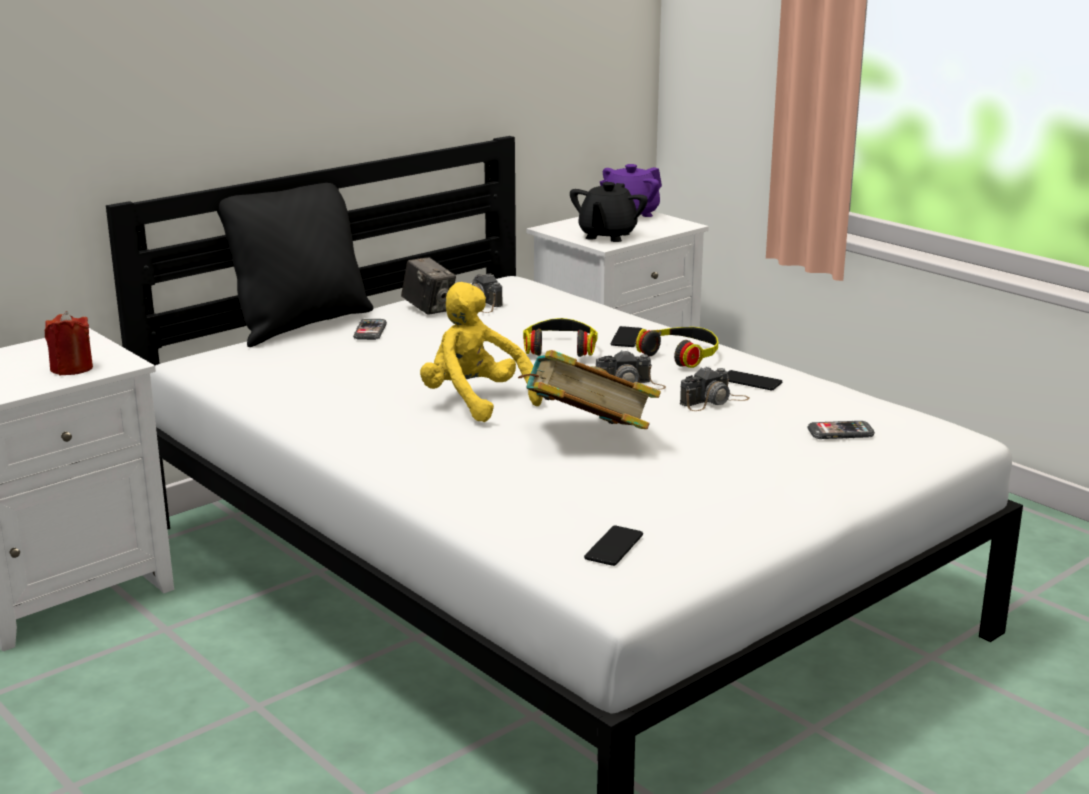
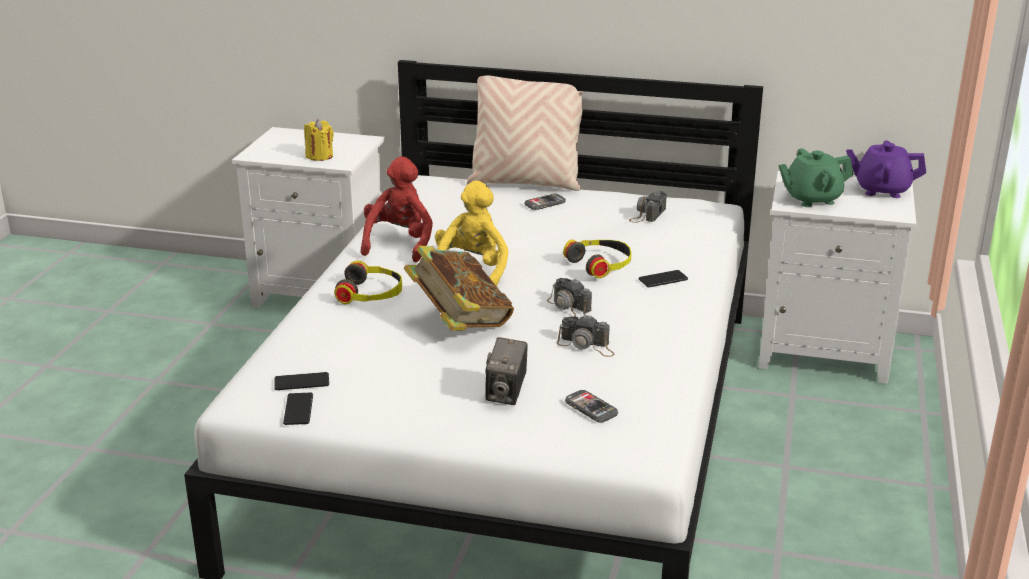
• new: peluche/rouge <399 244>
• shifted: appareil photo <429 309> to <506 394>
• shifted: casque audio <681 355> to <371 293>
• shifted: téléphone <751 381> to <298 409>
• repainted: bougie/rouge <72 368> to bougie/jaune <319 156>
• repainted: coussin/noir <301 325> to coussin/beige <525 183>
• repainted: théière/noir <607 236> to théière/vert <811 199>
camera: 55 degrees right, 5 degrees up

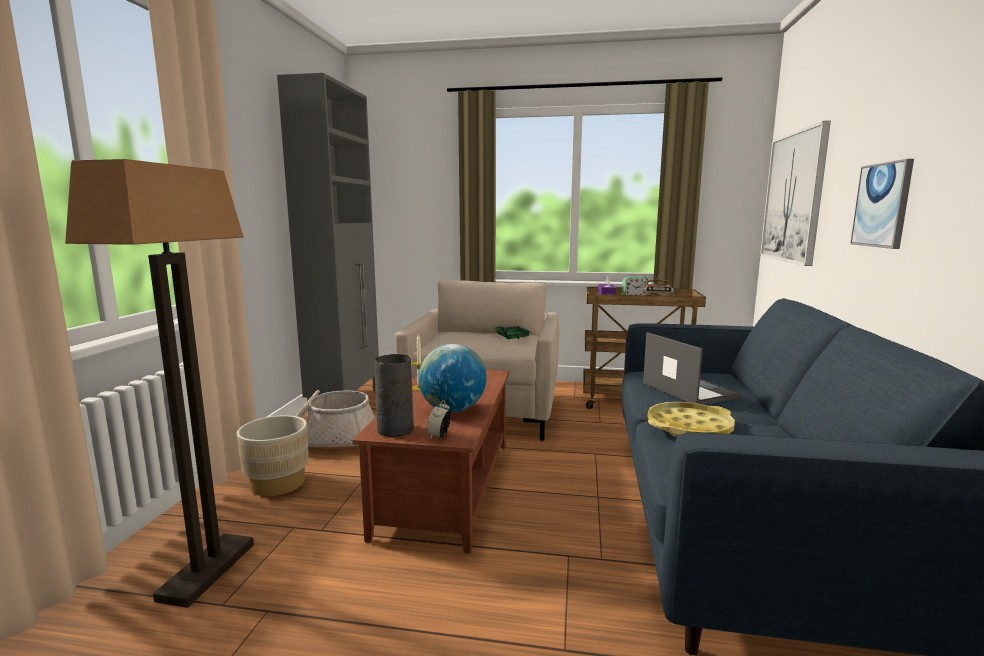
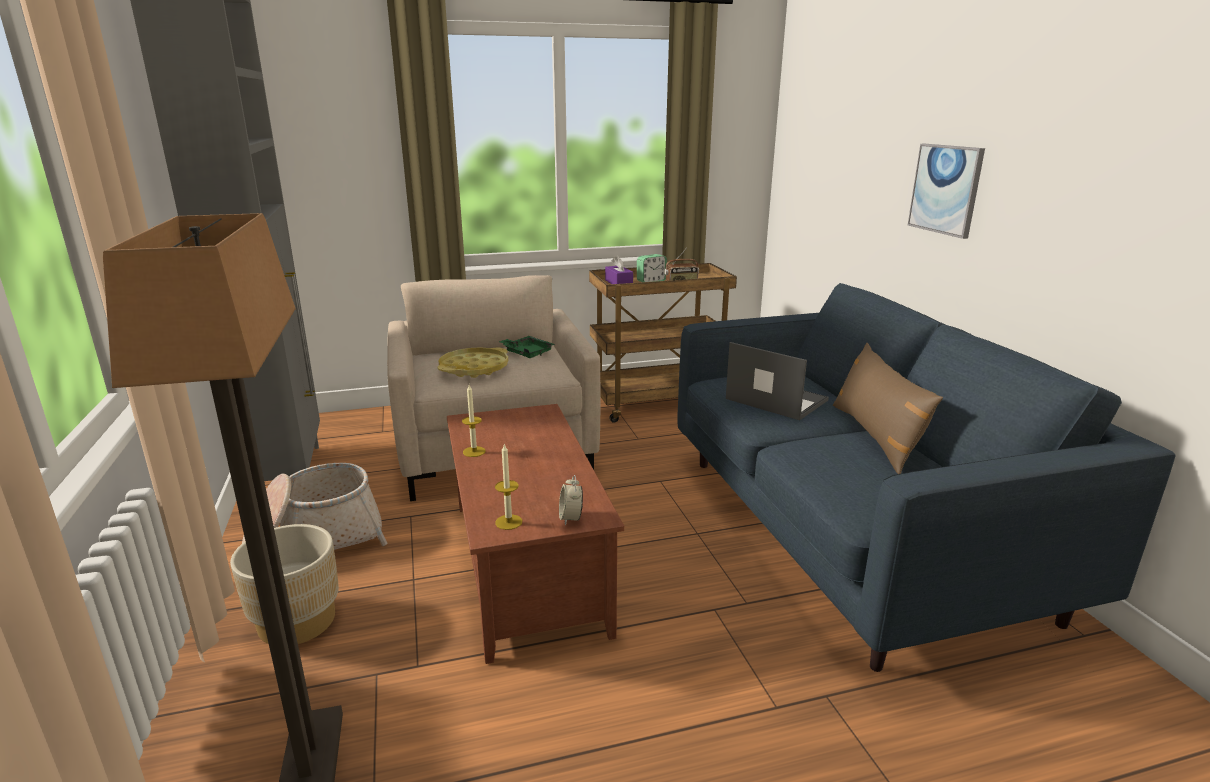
• gone: globe <452 409>
• gone: tableau <793 197>
• new: coussin/marron <876 436>
• shifted: plateau/jaune <689 427> to <474 368>
• swapped: vase/gris <394 429> to bougie <508 522>
camera: 25 degrees left, 10 degrees up

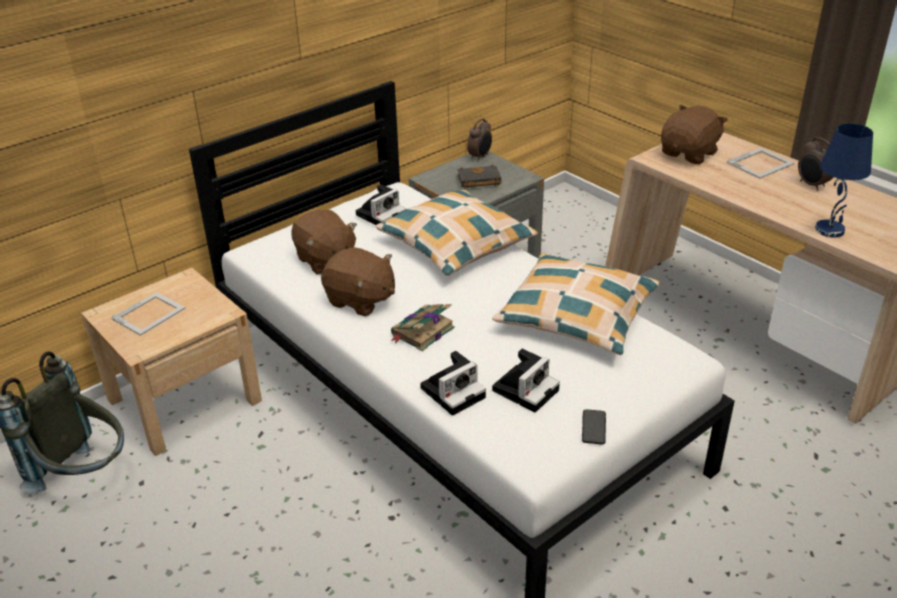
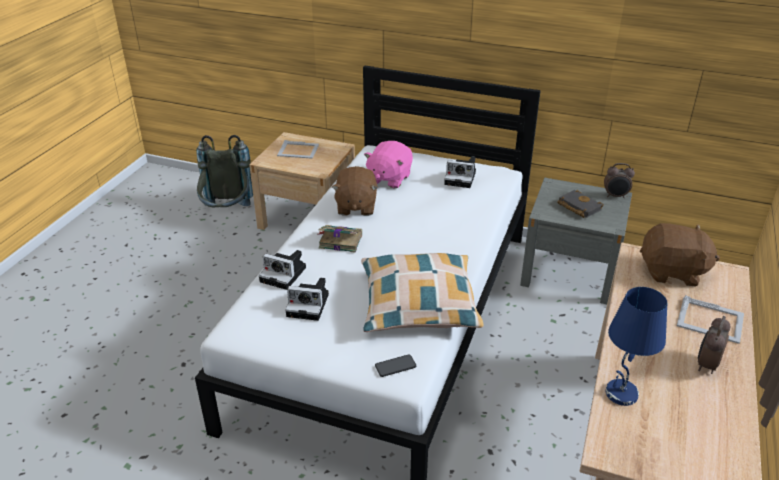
• gone: coussin <456 244>
• shifted: téléphone <593 427> to <395 366>
• repainted: peluche/marron <325 260> to peluche/rose <389 178>
camera: 60 degrees right, 0 degrees up

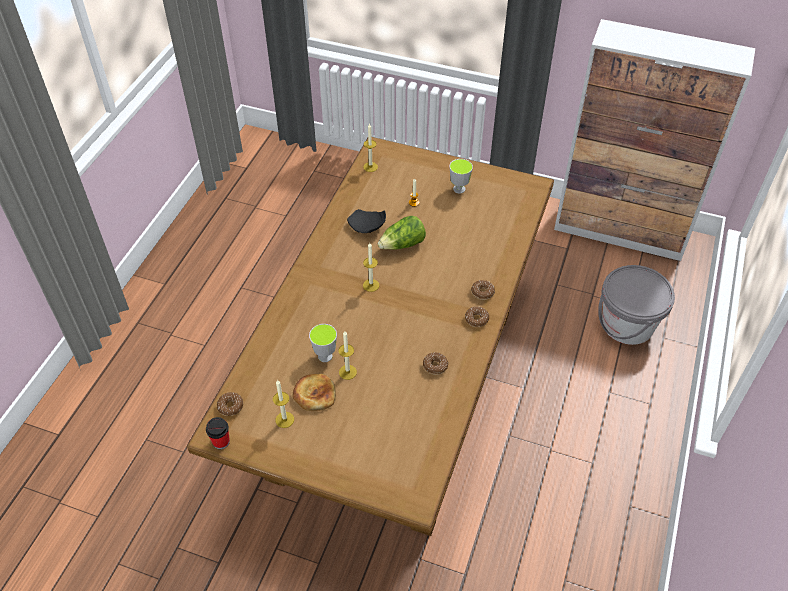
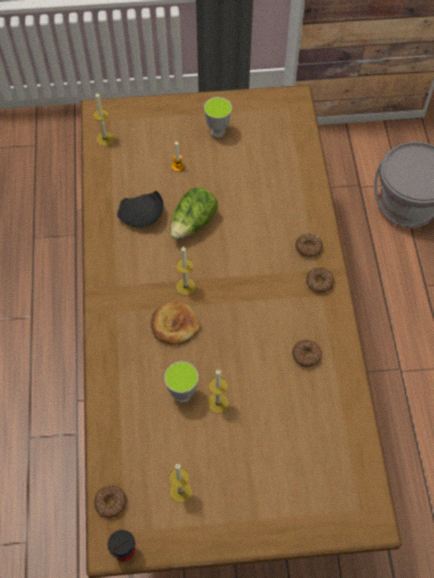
• shifted: pain <314 394> to <174 325>
camera: 25 degrees left, 10 degrees up

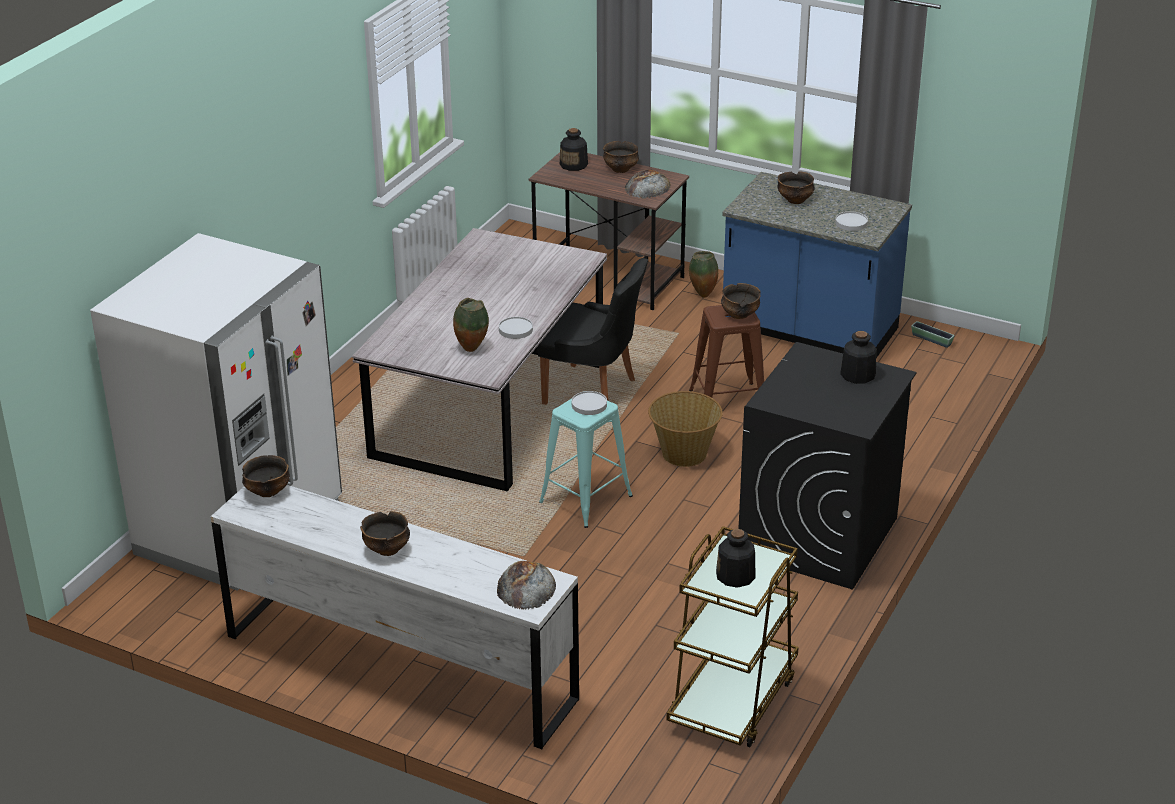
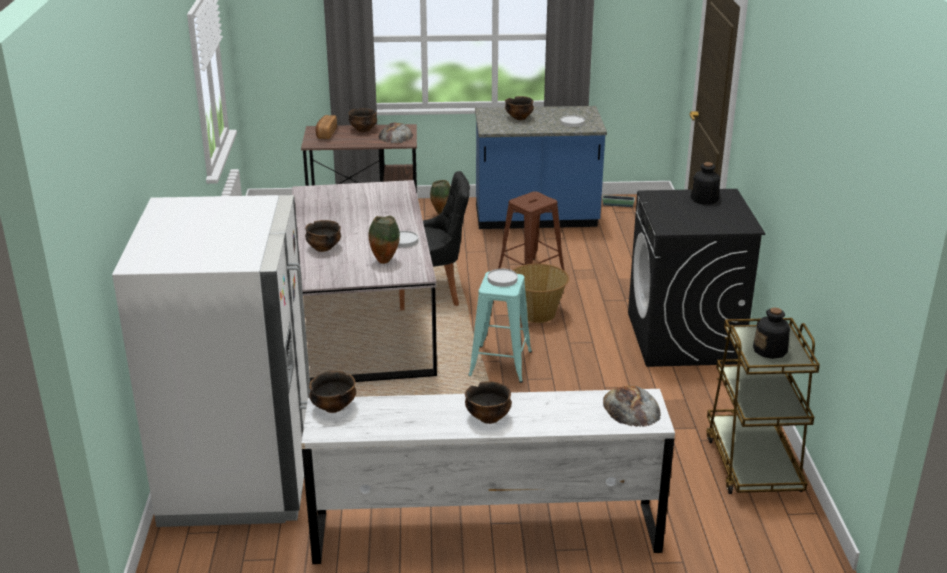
• shifted: bol <739 315> to <323 248>
• swapped: bouteille <574 165> to pain <326 134>
camera: 30 degrees left, 5 degrees down

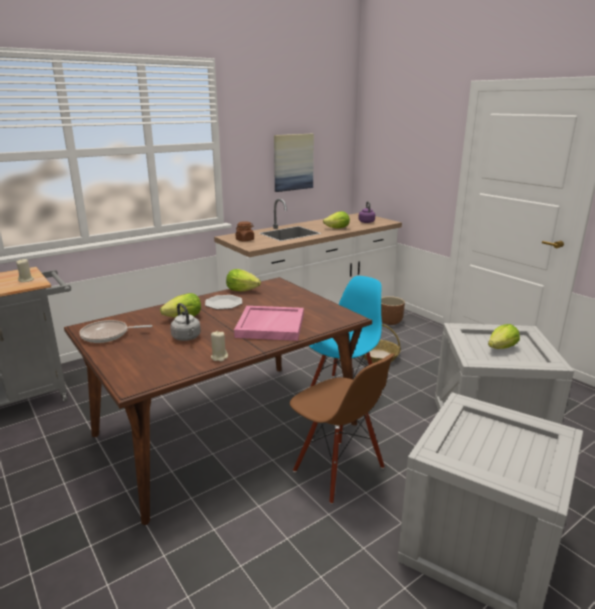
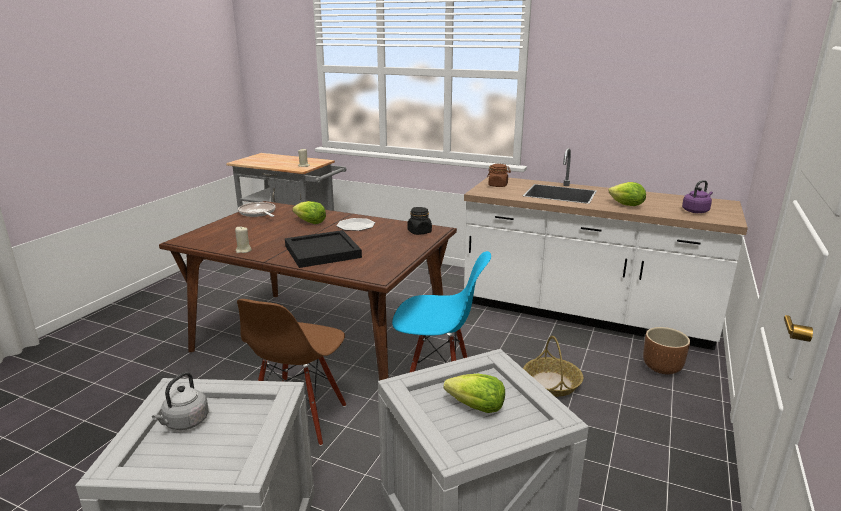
• gone: laitue <242 290>
• gone: tableau <293 162>
• new: bocal/noir <419 232>
• shifted: bouilloire/gris <187 338> to <185 423>
• repainted: plateau/rose <270 325> to plateau/noir <323 251>
camera: 60 degrees right, 0 degrees up

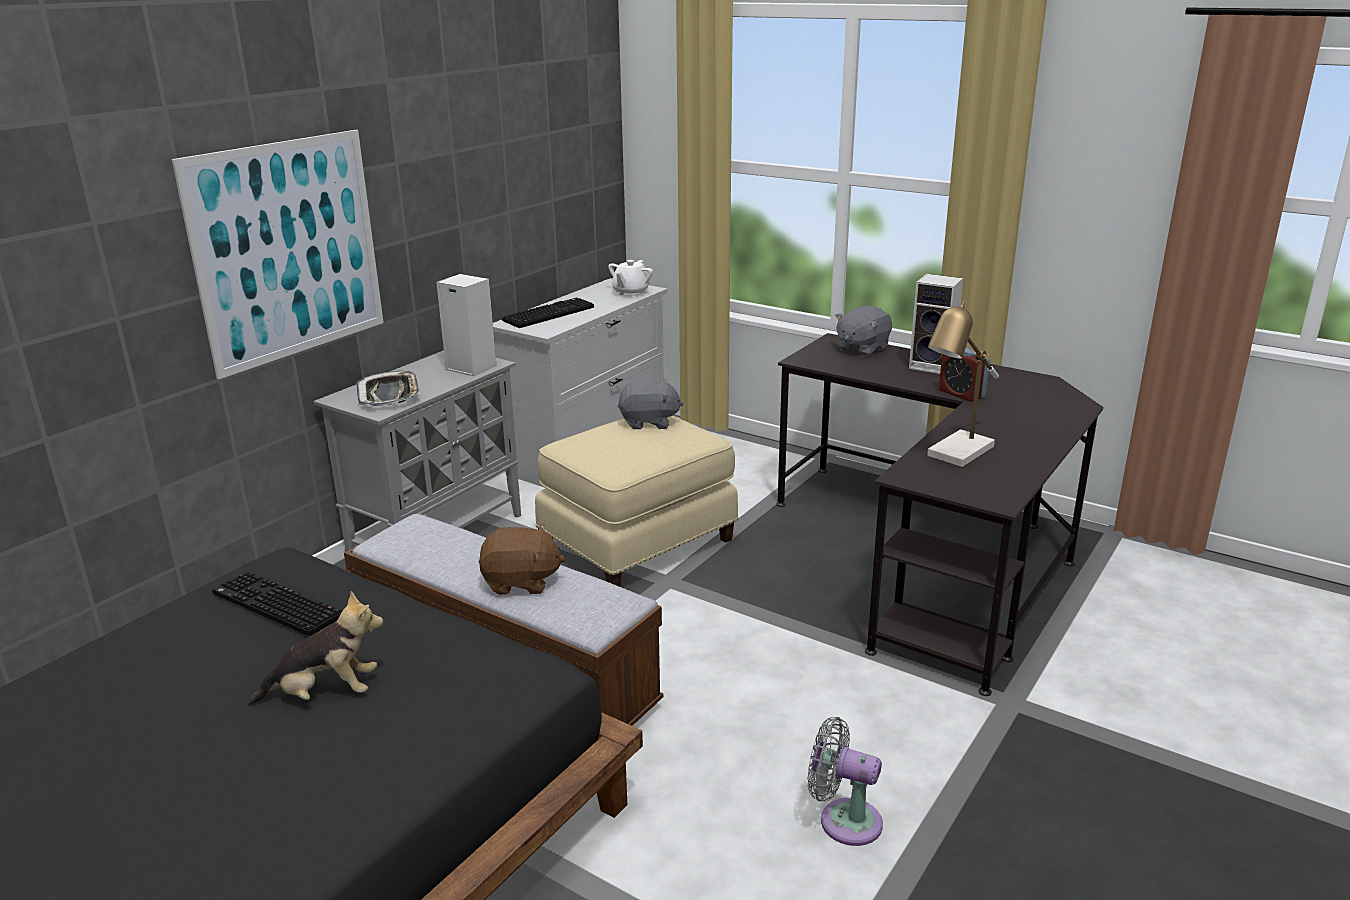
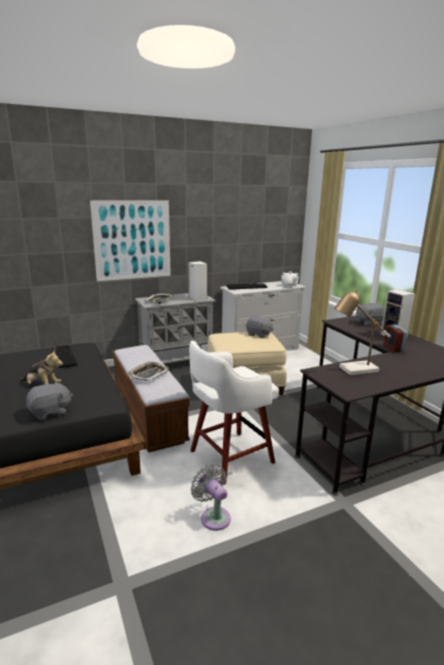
• new: peluche/gris <50 412>
• new: tabouret/blanc <229 457>
• swapped: peluche/marron <521 582> to plateau <148 374>
camera: 30 degrees right, 5 degrees down

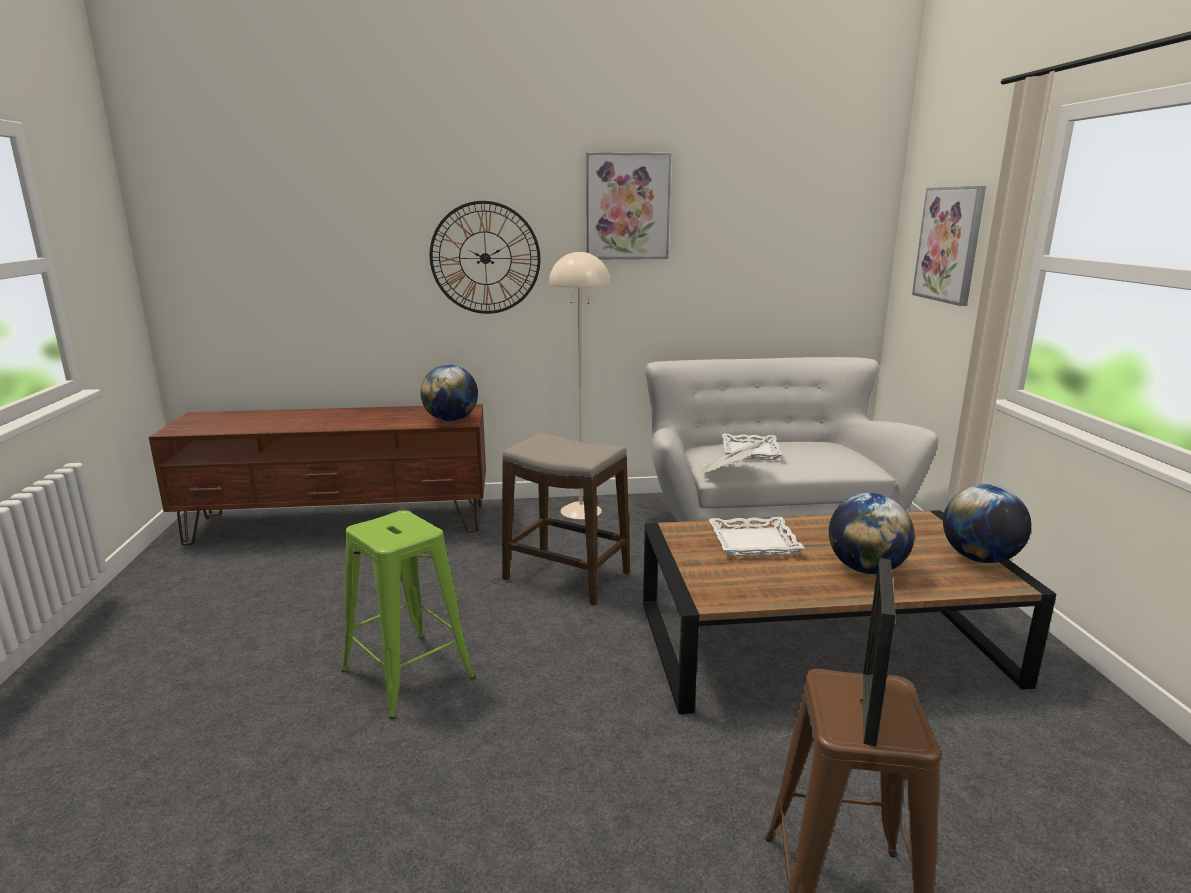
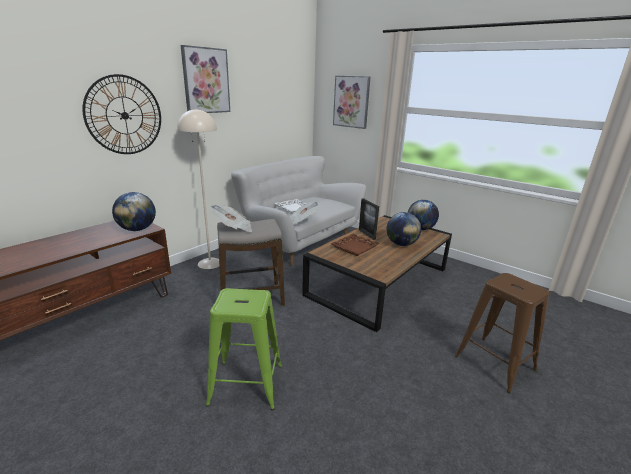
• new: journal <233 228>
• shifted: cadre photo <869 708> to <367 234>
• repainted: plateau/blanc <753 543> to plateau/marron <355 247>
camera: 45 degrees left, 5 degrees up

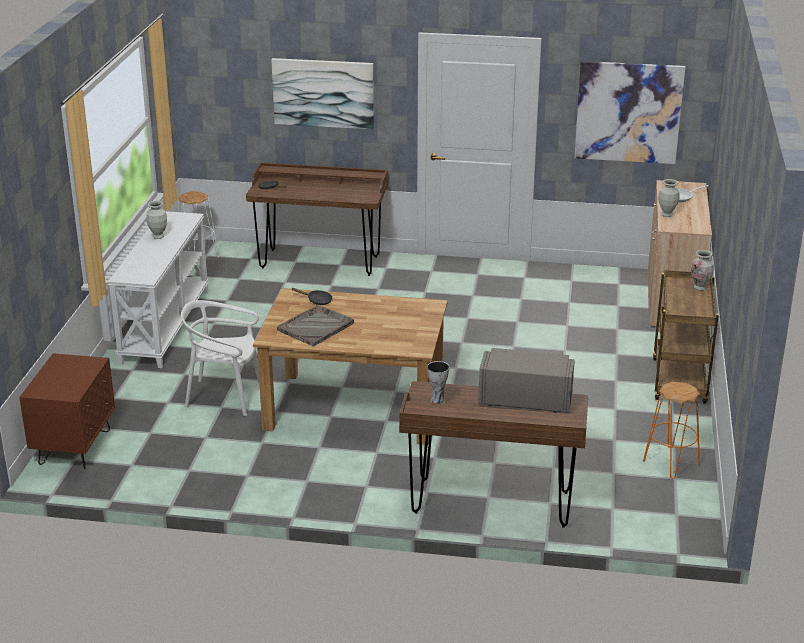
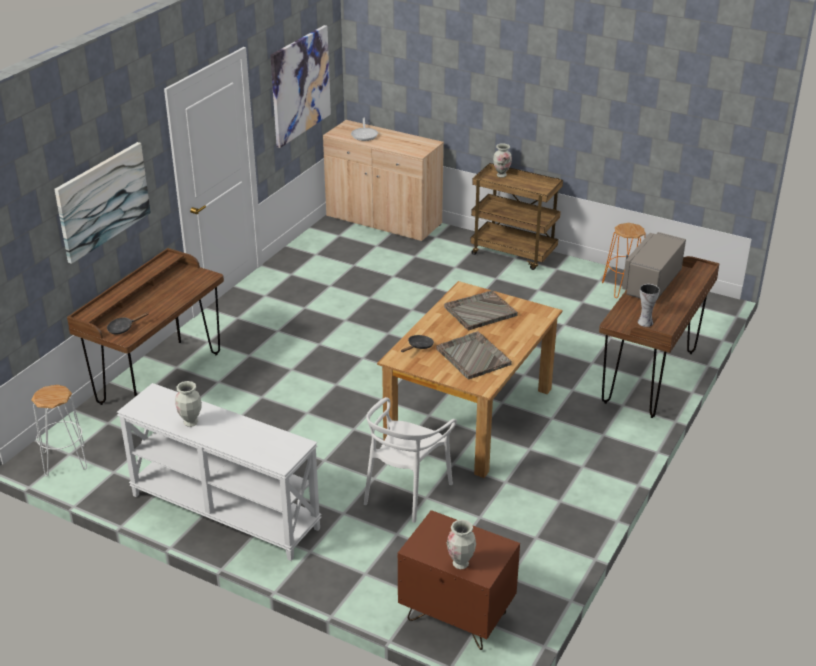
• new: plateau/gris <479 311>
• shifted: vase <667 215> to <460 564>
camera: 70 degrees left, 5 degrees up

